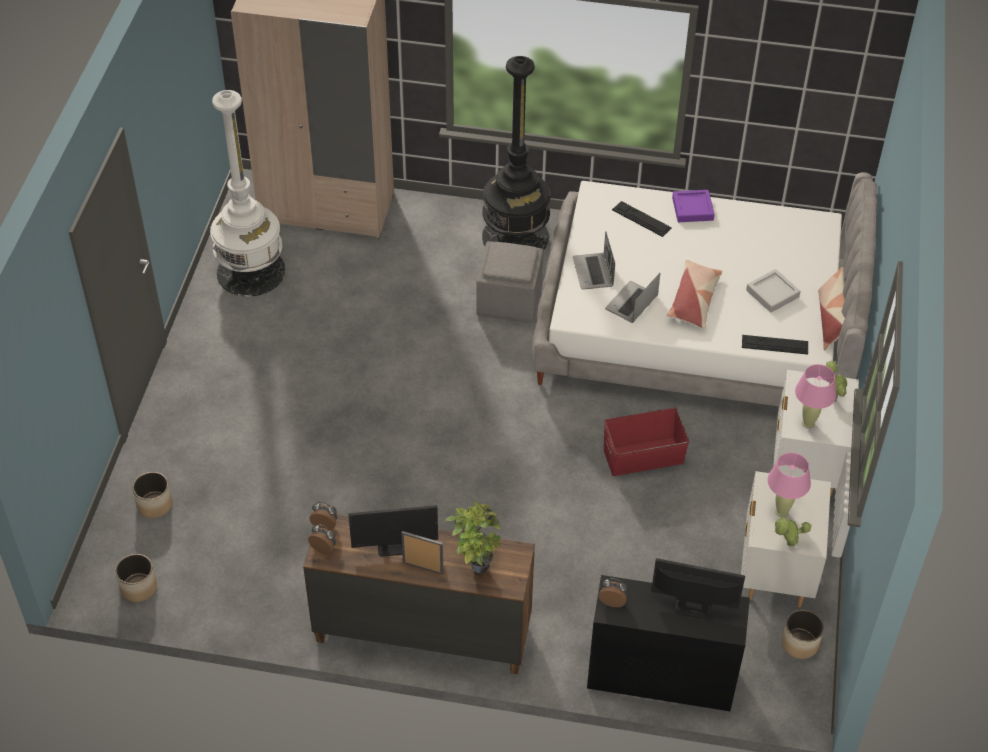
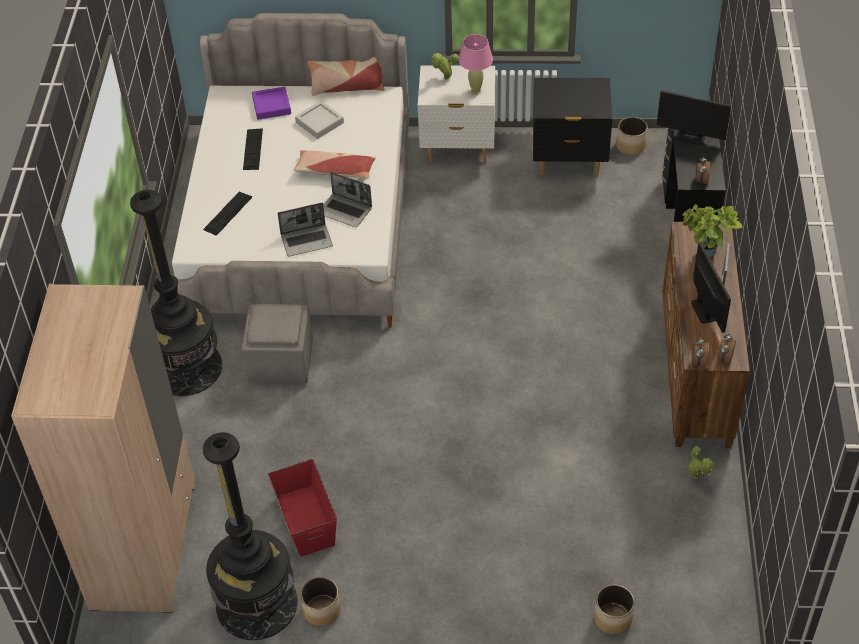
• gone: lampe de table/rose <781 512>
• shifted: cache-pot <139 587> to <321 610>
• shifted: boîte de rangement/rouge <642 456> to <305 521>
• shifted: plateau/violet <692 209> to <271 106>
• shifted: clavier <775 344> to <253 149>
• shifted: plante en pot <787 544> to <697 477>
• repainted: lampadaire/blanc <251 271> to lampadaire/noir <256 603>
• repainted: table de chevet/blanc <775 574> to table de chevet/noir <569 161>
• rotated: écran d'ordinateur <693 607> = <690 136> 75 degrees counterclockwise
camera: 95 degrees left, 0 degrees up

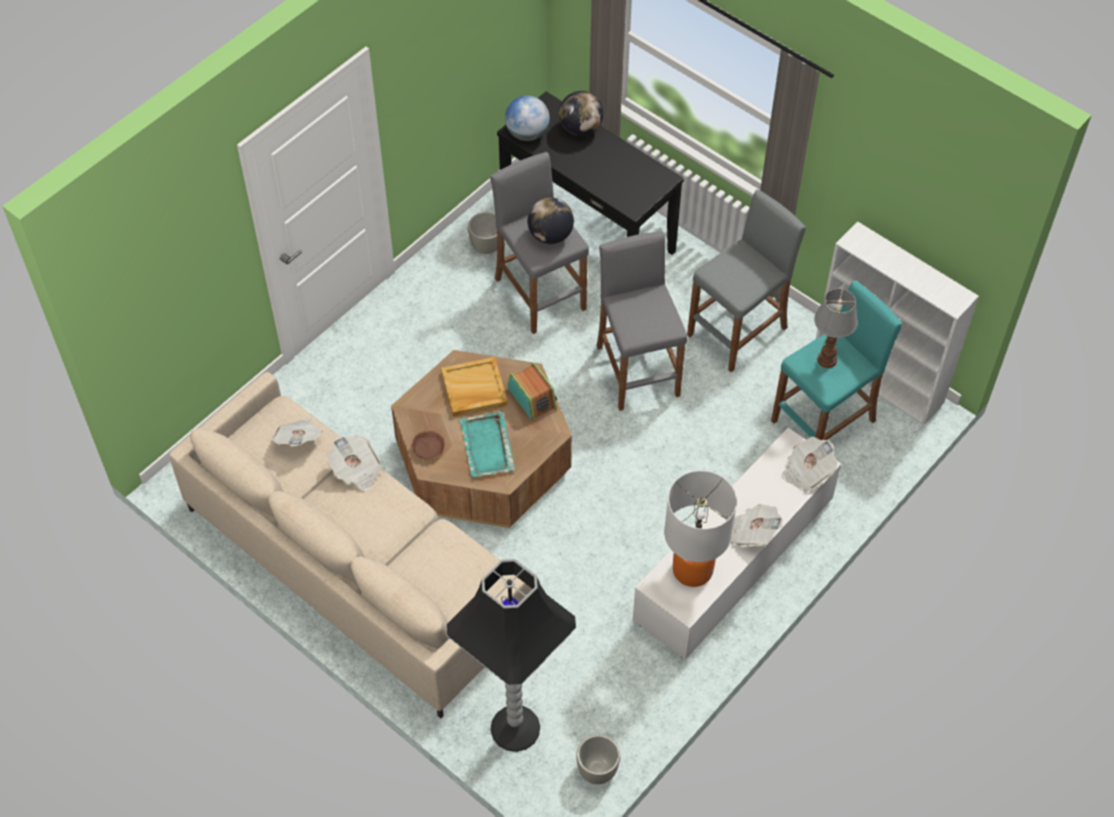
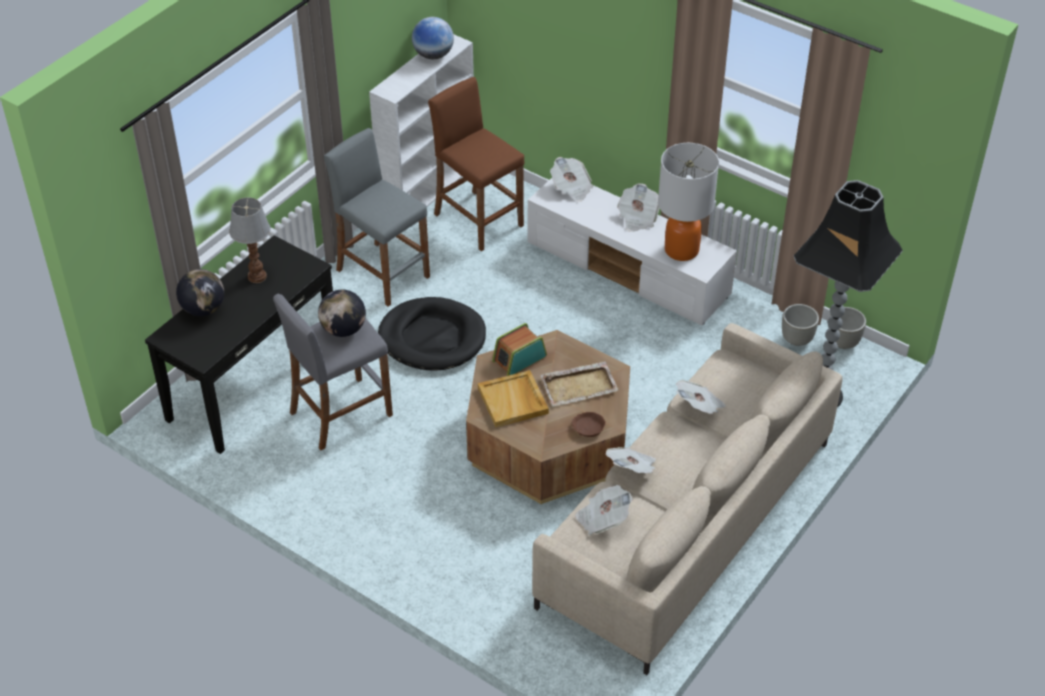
• new: journal <699 406>
• shifted: cache-pot/gris <487 246> to <796 339>
• shifted: globe <527 133> to <433 55>
• shifted: lampe de table <827 359> to <256 276>
• swapped: tabouret/gris <637 370> to panier pour chien/noir <432 338>
• repainted: plateau/turquoise <487 447> to plateau/beige <580 386>
• repainted: tabouret/turquoise <824 421> to tabouret/marron <478 220>
camera: 95 degrees left, 10 degrees down

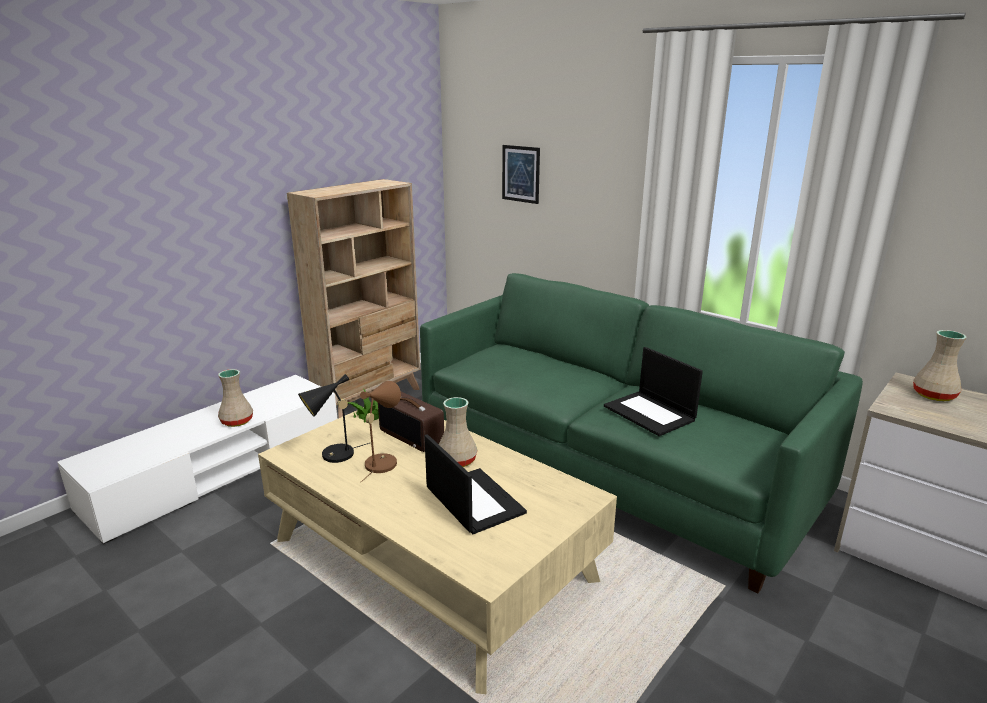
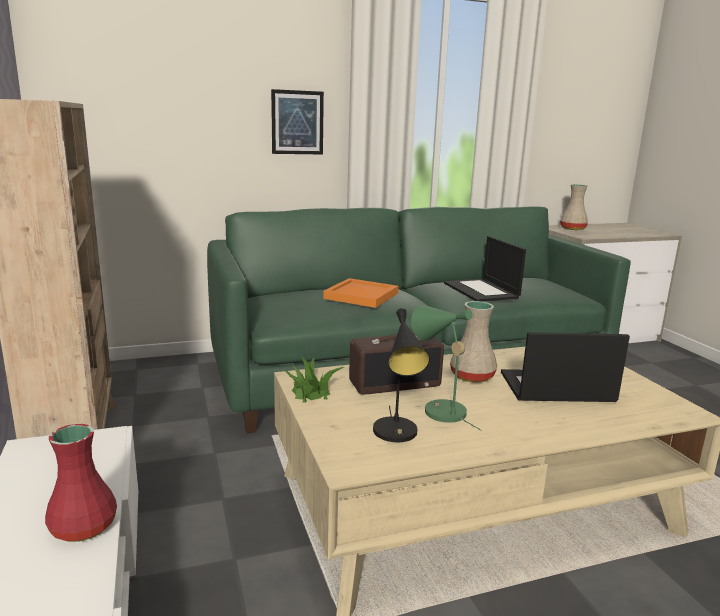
• new: plateau/orange <362 296>
• shifted: tableau <520 174> to <297 122>
• repainted: vase/beige <236 421> to vase/rouge <82 528>
• repainted: lampe de table/marron <382 461> to lampe de table/vert <439 410>
• rotated: ordinateur portable <650 413> = <482 291> 75 degrees clockwise
camera: 60 degrees left, 5 degrees down

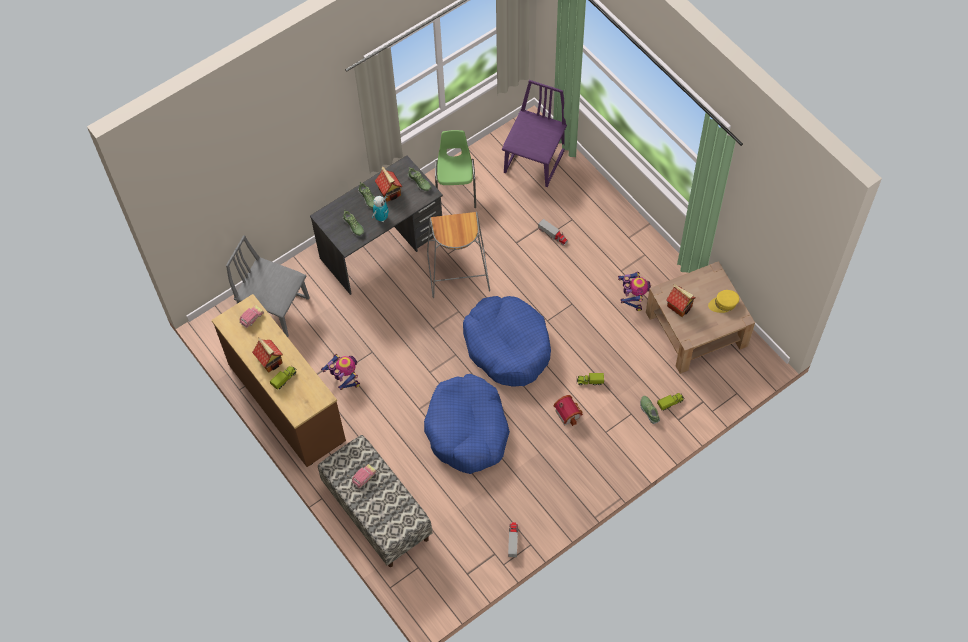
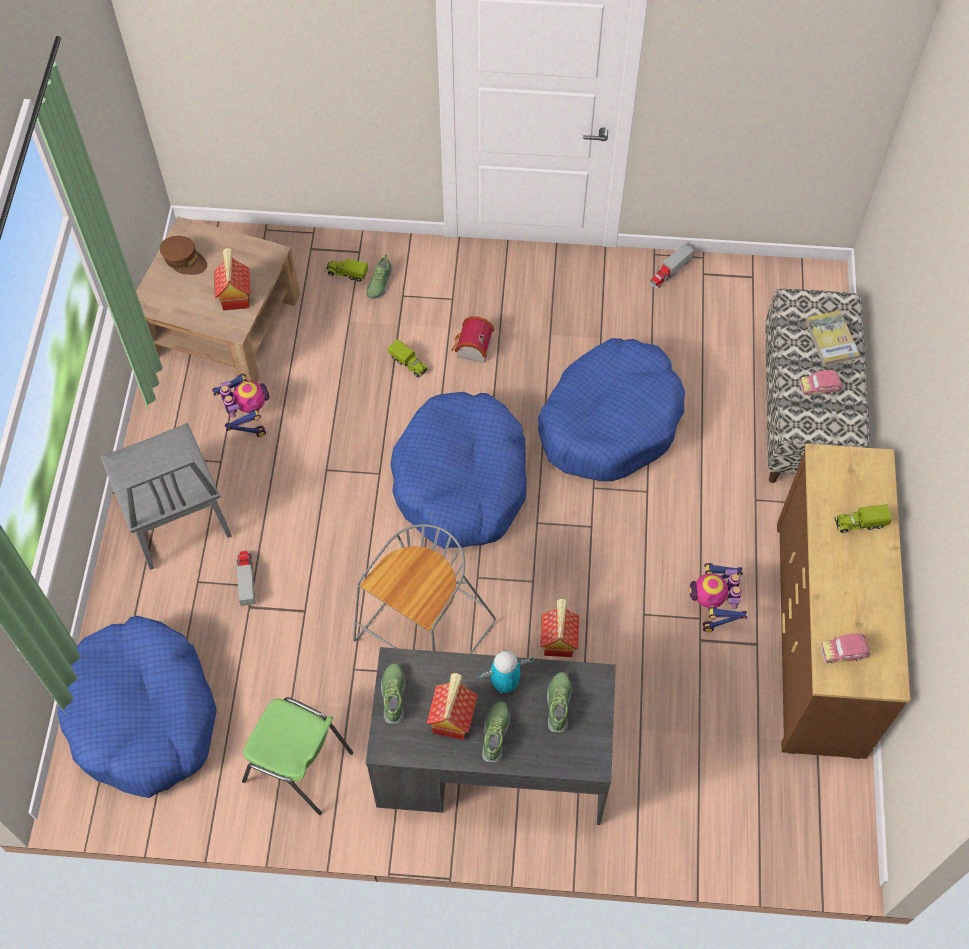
• new: livre <831 340>
• shifted: chaise/gris <275 308> to <174 517>
• shifted: maison miniature <270 361> to <558 640>
• swapped: chaise/violet <535 161> to panier pour chien/bleu <143 715>
• repainted: casquette/jaune <723 304> to casquette/marron <184 260>
• rotated: chaise/vert <456 190> = <299 767> 105 degrees counterclockwise
• rotated: robot jouet <632 297> = <247 418> 120 degrees clockwise
camera: 140 degrees left, 0 degrees up

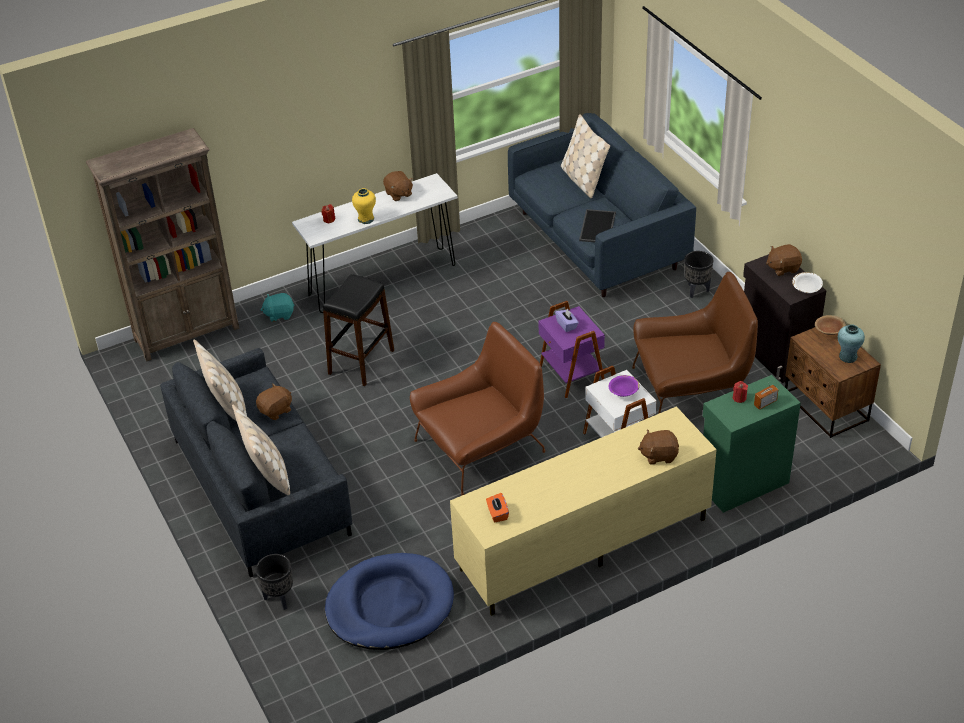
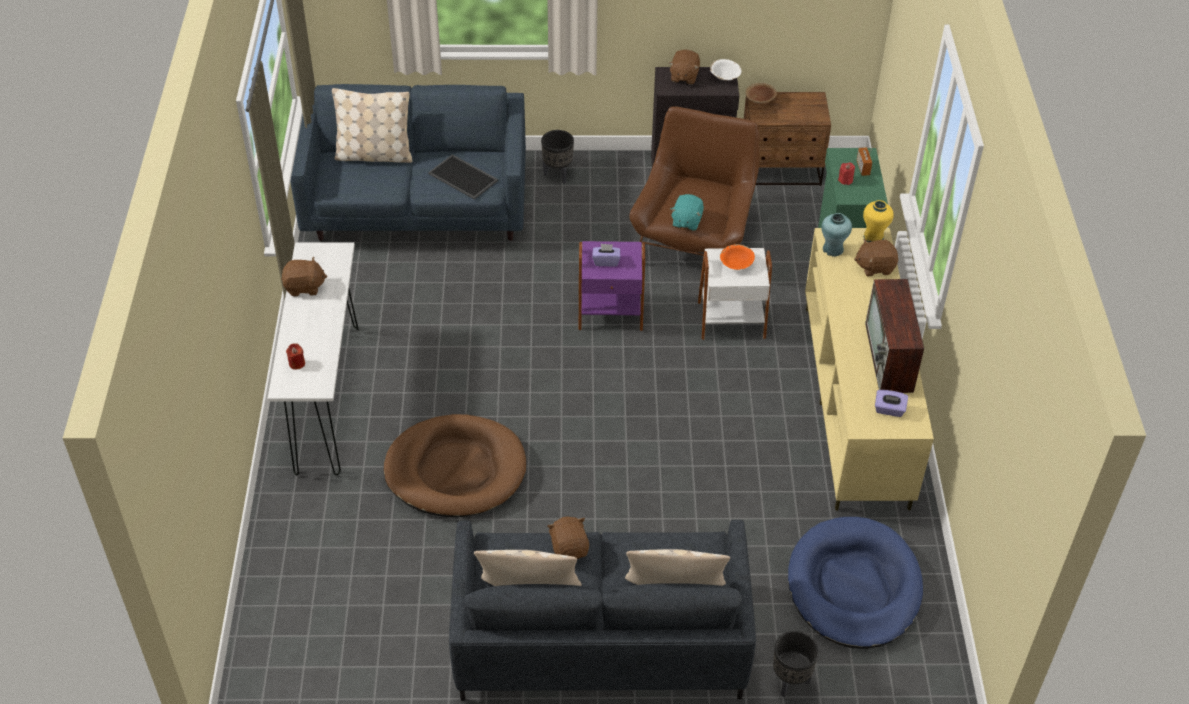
• gone: bibliothèque/marron <187 334>
• gone: fauteuil/marron <481 447>
• new: téléviseur <889 359>
• shifted: peluche/turquoise <279 314> to <686 221>
• shifted: vase/jaune <366 219> to <873 237>
• shifted: vase/turquoise <848 357> to <833 249>
• swapped: tabouret/noir <361 362> to panier pour chien/marron <455 470>
• repainted: boîte à mouchoirs/orange <497 513> to boîte à mouchoirs/violet <889 410>
• repainted: bol/violet <623 392> to bol/orange <736 264>
• rotated: peluche/marron <658 455> = <875 267> 60 degrees clockwise
camera: 65 degrees left, 5 degrees up

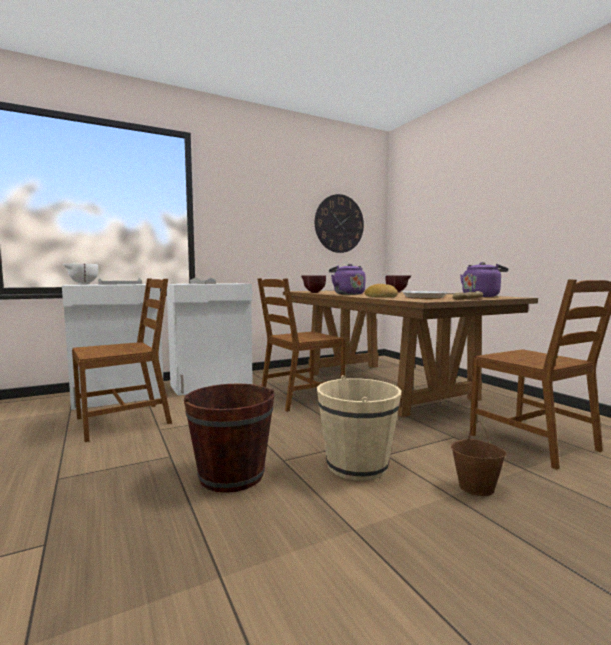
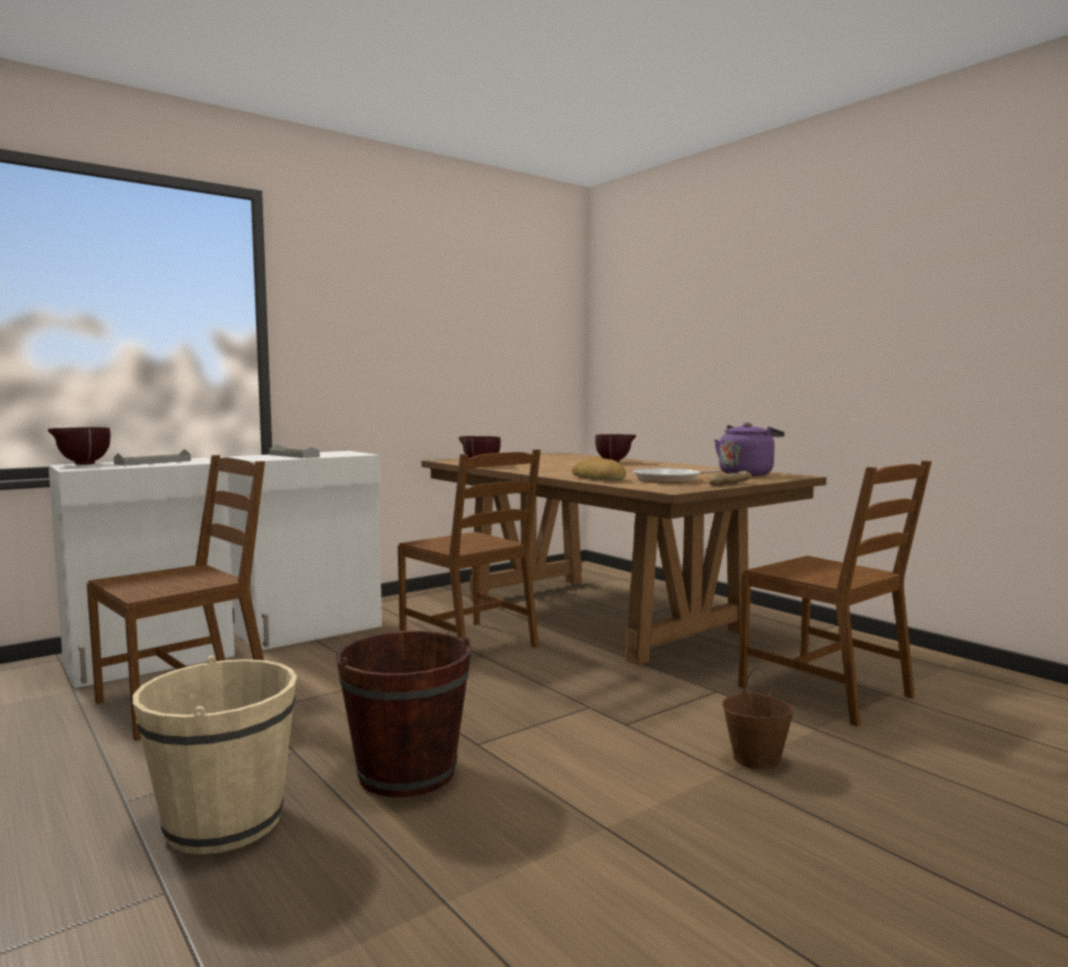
• gone: horloge murale <339 223>
• gone: bouilloire/violet <347 294>
• shifted: seau/beige <357 465> to <224 822>
• repainted: bol/blanc <82 284> to bol/marron <81 464>
• rotated: chaise/marron <300 398> = <471 644> 90 degrees counterclockwise
camera: 10 degrees left, 0 degrees up

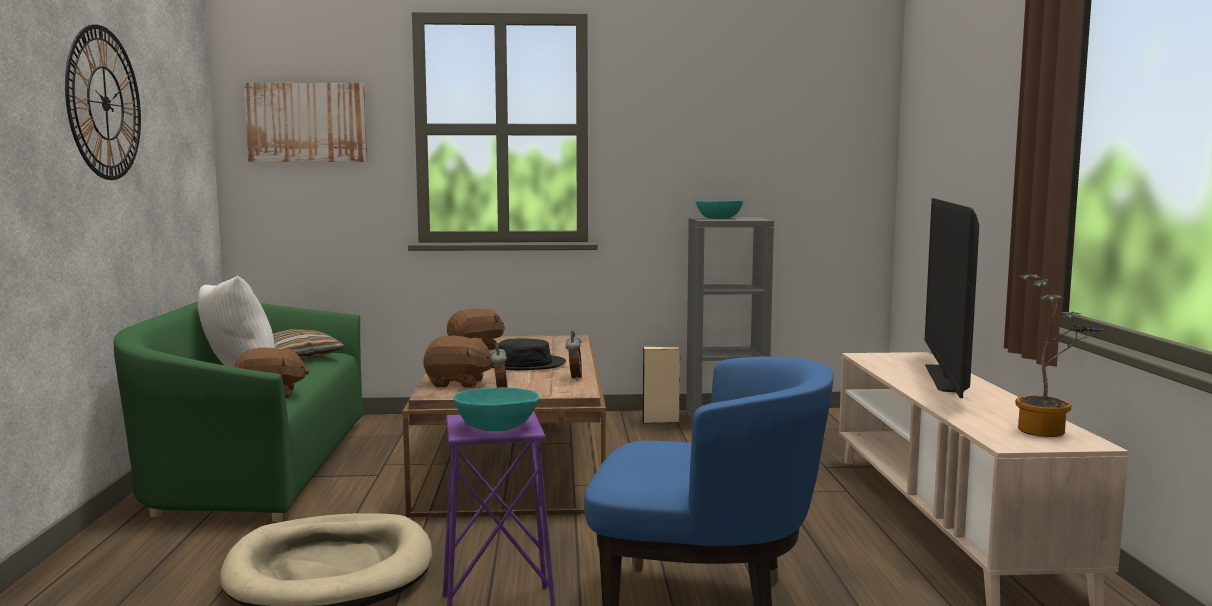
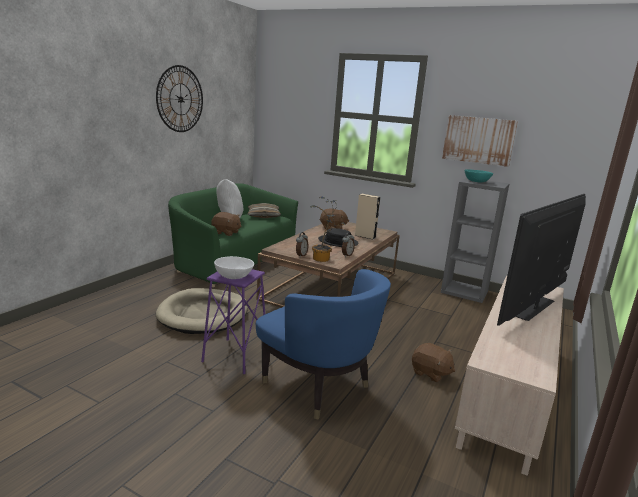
• shifted: tableau <307 122> to <478 140>
• shifted: peluche/marron <458 383> to <430 373>
• shifted: enceinte/beige <660 421> to <365 236>
• shifted: plante en pot <1048 431> to <323 259>
• repainted: bol/turquoise <496 427> to bol/blanc <234 276>
camera: 30 degrees right, 10 degrees up

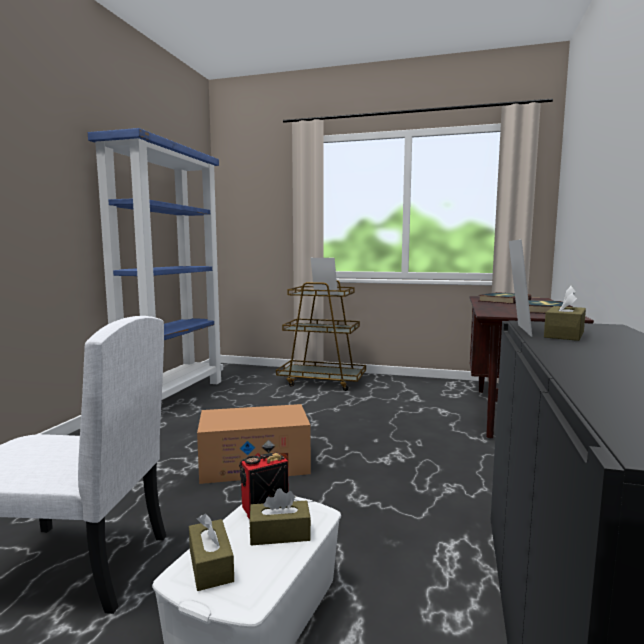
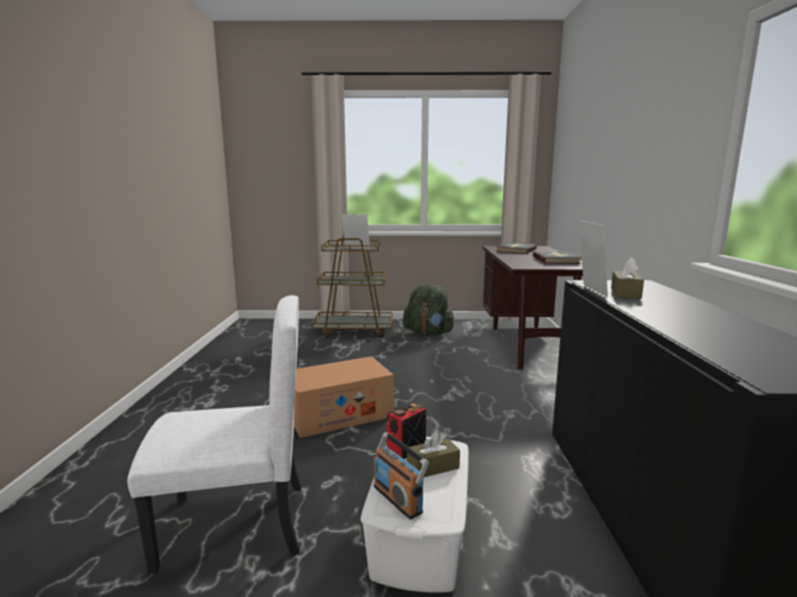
• gone: bibliothèque/bleu <173 396>
• new: sac à dos/vert <428 333>
• swapped: boîte à mouchoirs/marron <211 565> to radio <398 498>
camera: 15 degrees left, 5 degrees up

